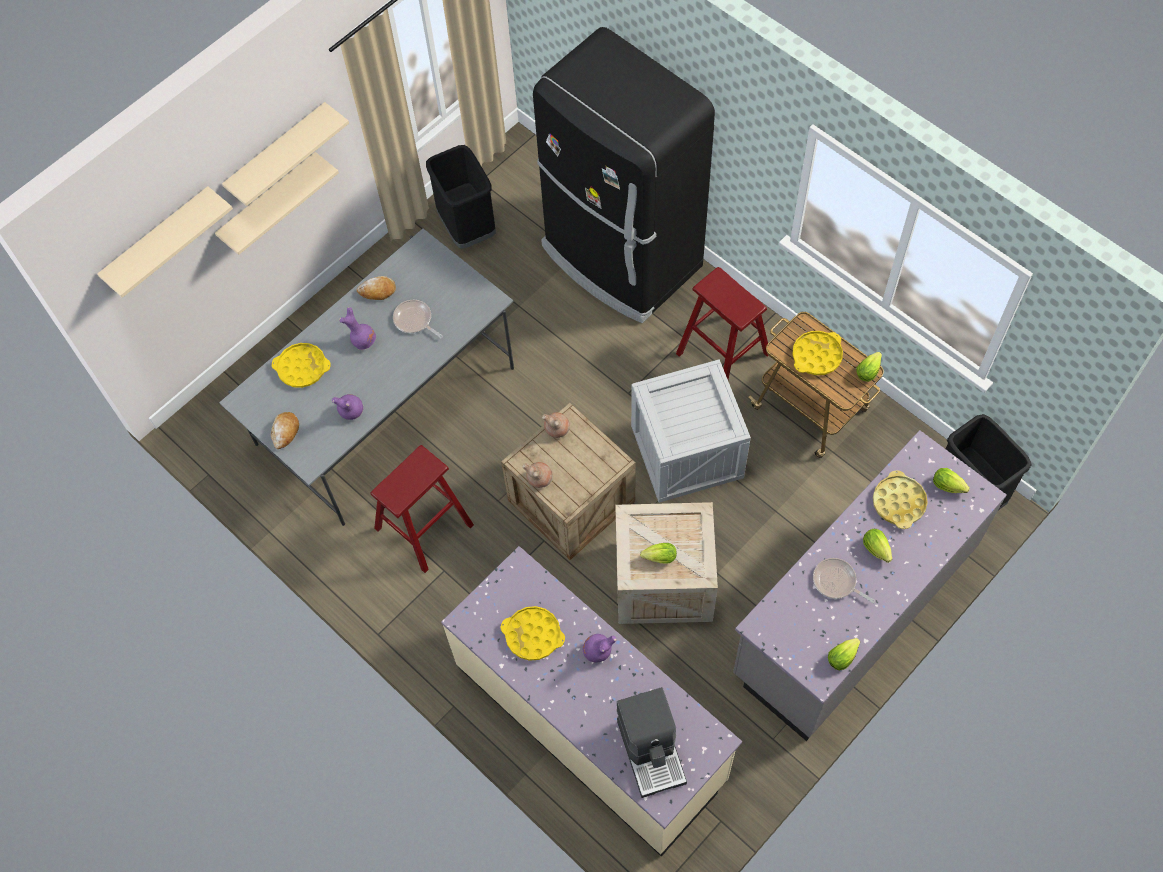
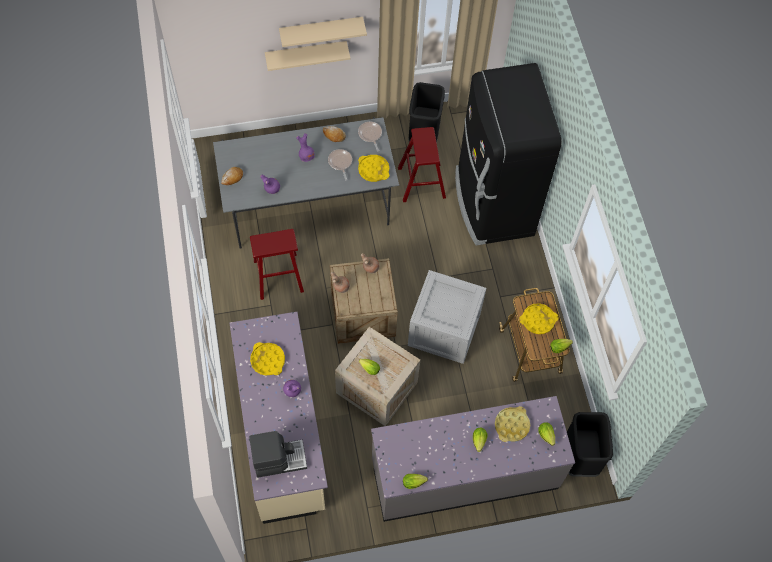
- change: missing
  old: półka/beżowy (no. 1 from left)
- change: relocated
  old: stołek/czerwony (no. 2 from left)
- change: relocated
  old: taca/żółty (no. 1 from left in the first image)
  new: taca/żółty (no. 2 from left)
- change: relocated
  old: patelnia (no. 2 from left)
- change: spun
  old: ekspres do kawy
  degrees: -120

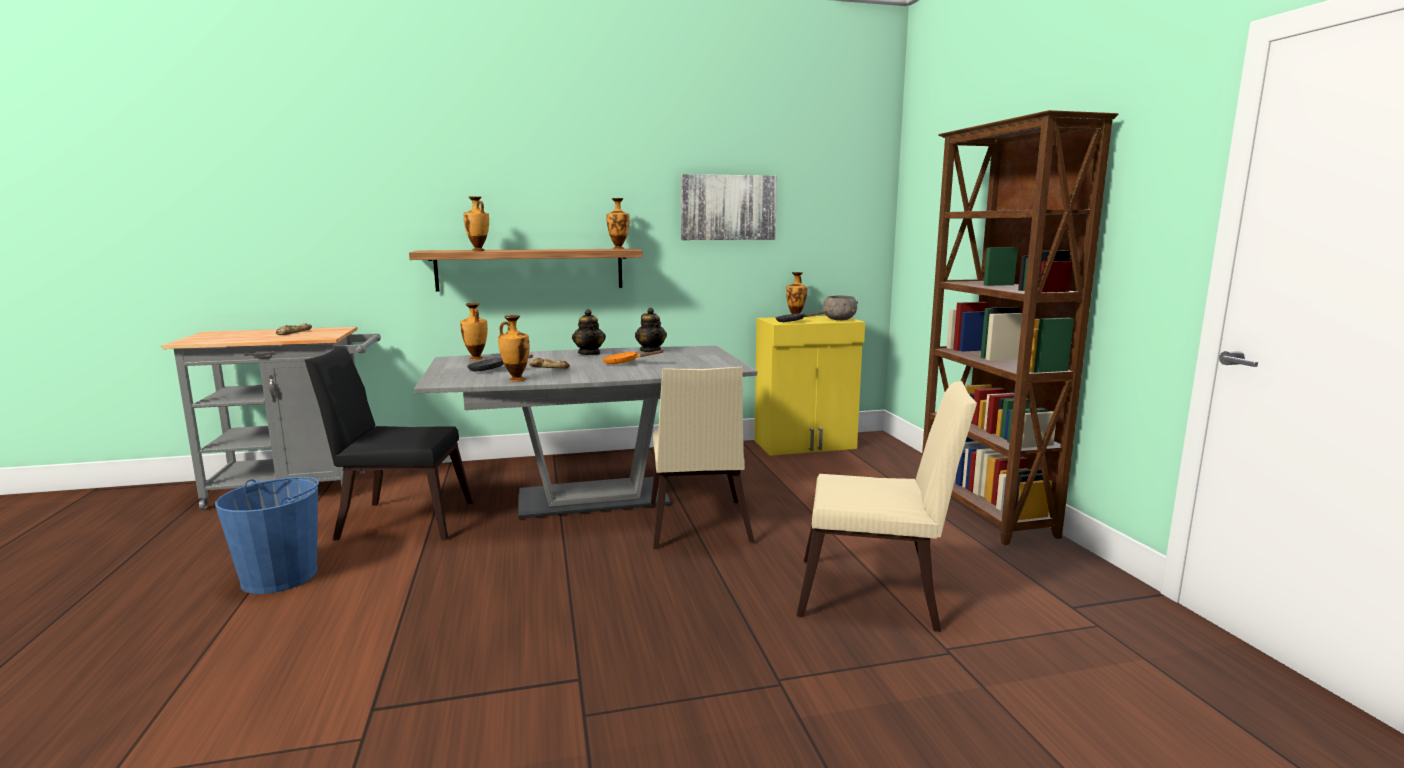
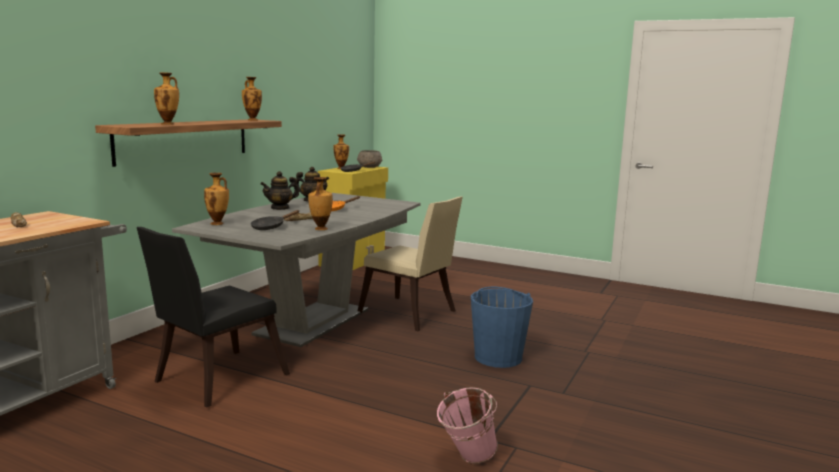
- change: missing
  old: regał/brązowy
- change: missing
  old: obraz
- change: spun
  old: imbryk (no. 1 from left)
  degrees: 120
- change: missing
  old: krzesło/beżowy (no. 2 from left)
- change: relocated
  old: wiadro/niebieski
- change: appeared
  new: wiadro/różowy

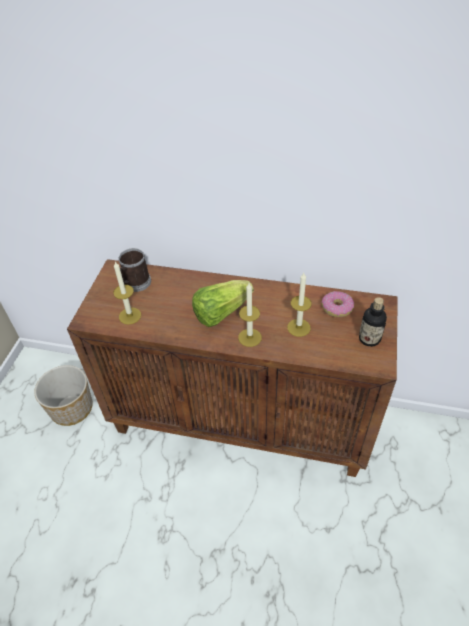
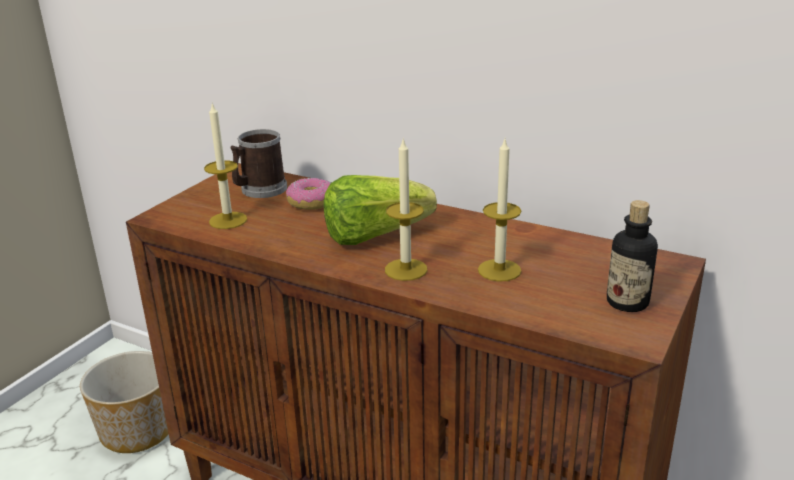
- change: relocated
  old: donut

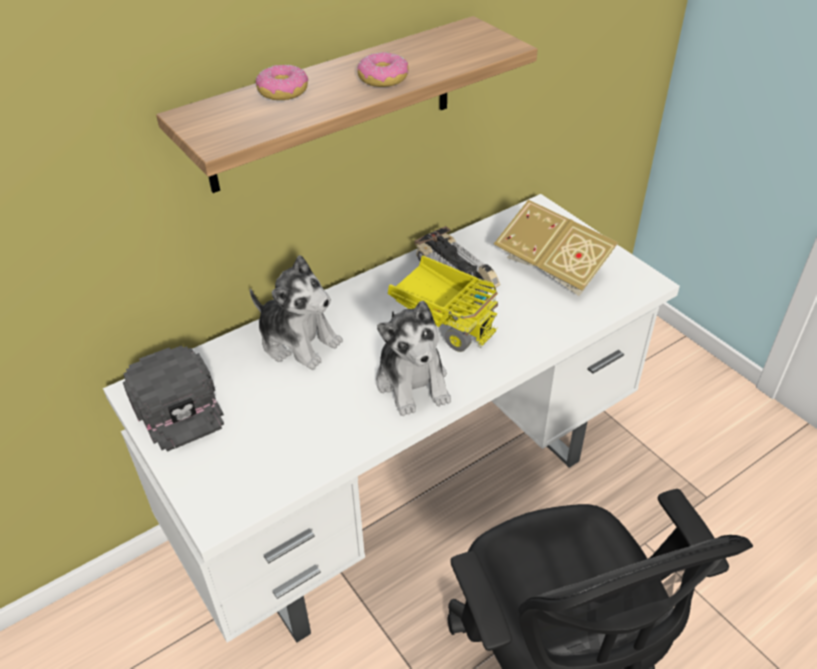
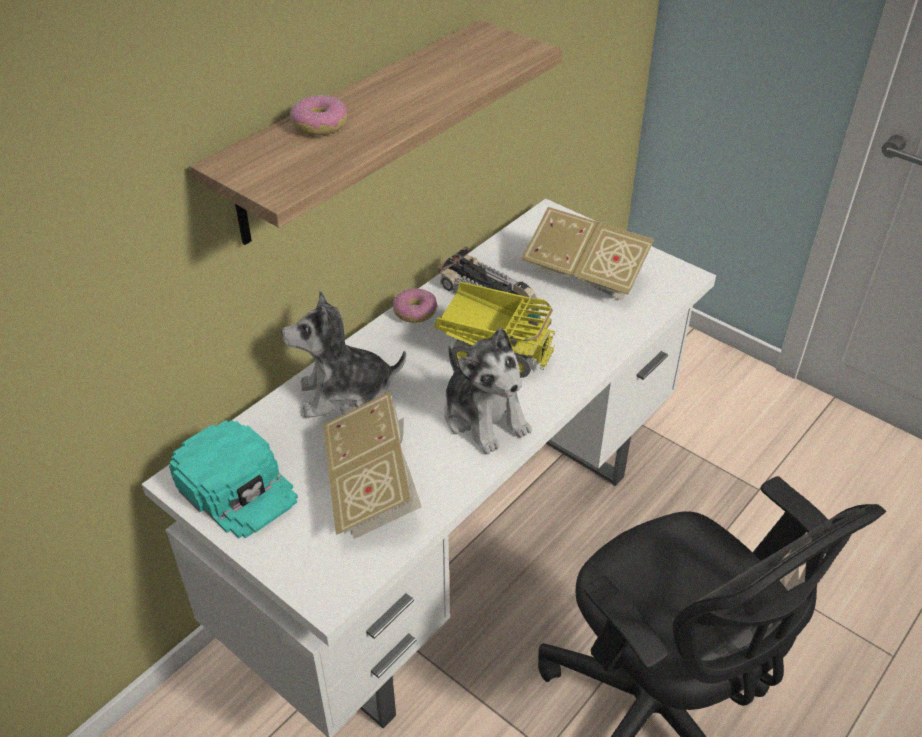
- change: relocated
  old: donut (no. 2 from left)
- change: spun
  old: pluszak (no. 1 from left)
  degrees: 150
- change: colour
  old: czapka z daszkiem/czarny
  new: czapka z daszkiem/turkusowy
- change: appeared
  new: książka (no. 1 from left)

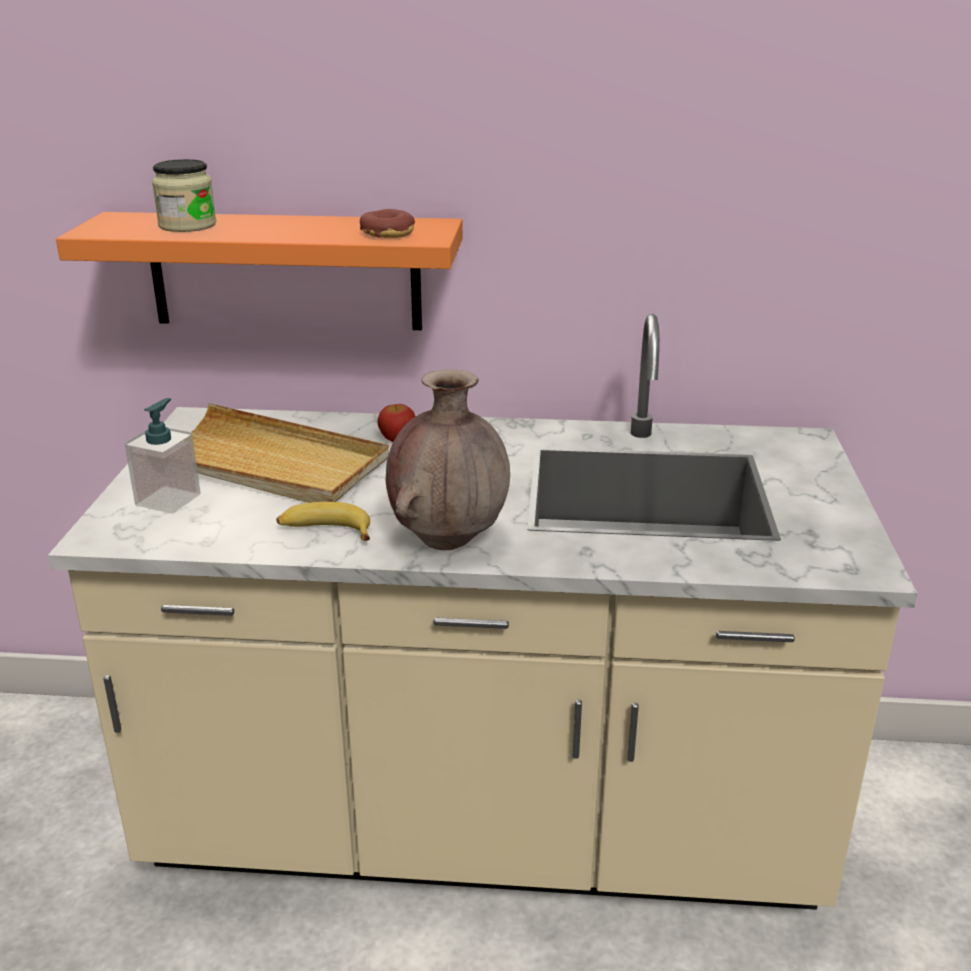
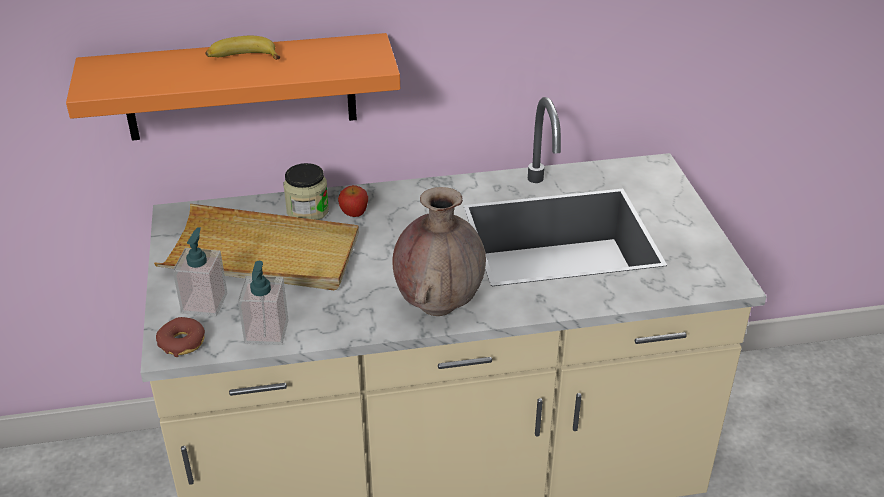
- change: relocated
  old: słoik
- change: relocated
  old: donut
- change: relocated
  old: banan
- change: appeared
  new: dozownik mydła (no. 2 from left)

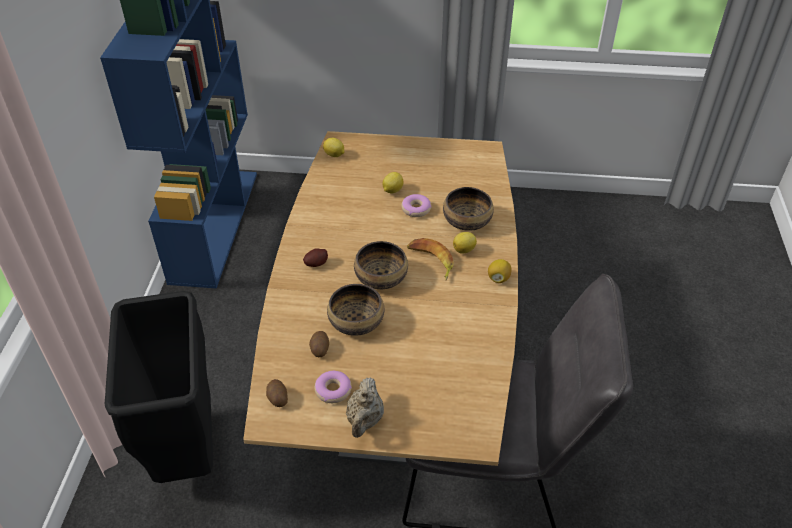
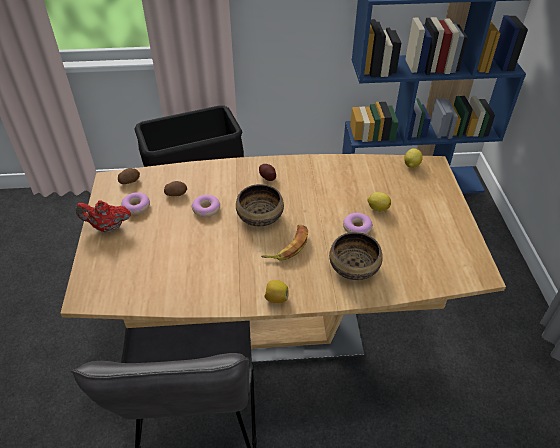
- change: missing
  old: cytryna (no. 3 from left)
- change: exchanged
  old: miska (no. 1 from left)
  new: donut (no. 2 from left)
- change: colour
  old: imbryk/beżowy
  new: imbryk/czerwony

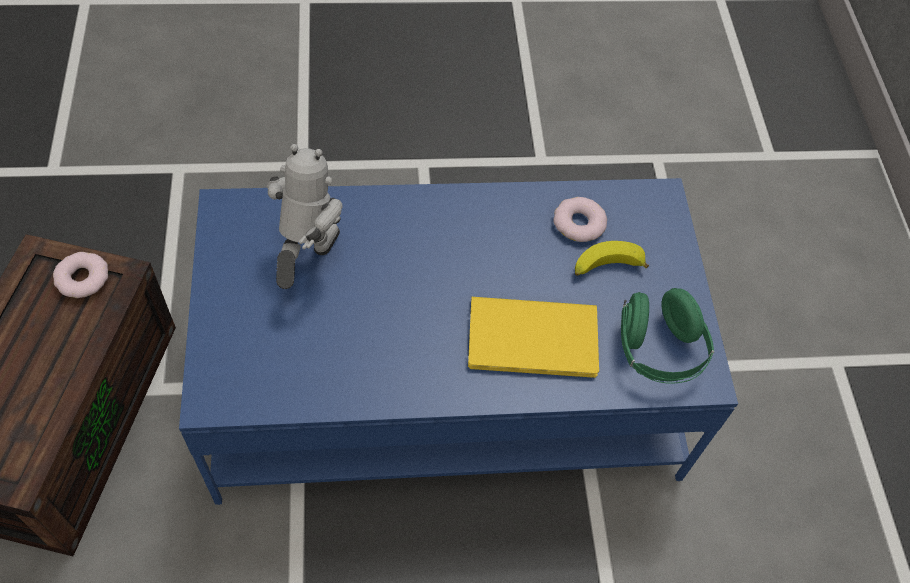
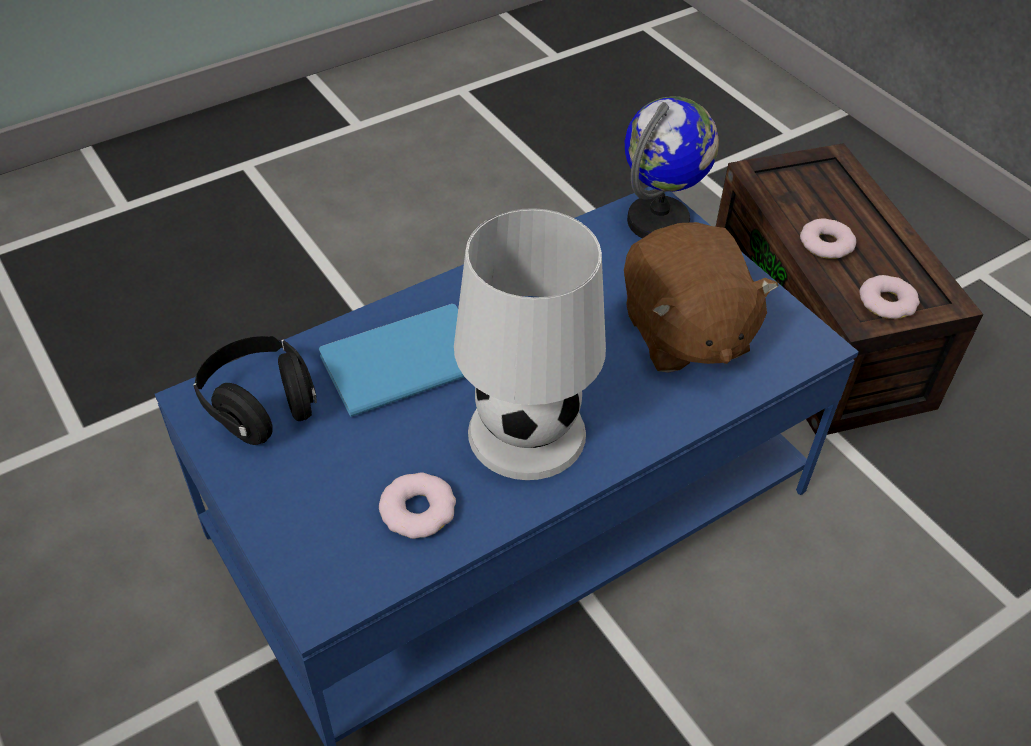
- change: exchanged
  old: robot zabawkowy
  new: pluszak/brązowy
- change: missing
  old: banan
- change: colour
  old: słuchawki/zielony
  new: słuchawki/czarny
- change: colour
  old: książka/żółty
  new: książka/niebieski
- change: appeared
  new: globus
- change: appeared
  new: lampa stołowa/biały
- change: appeared
  new: donut (no. 2 from left)

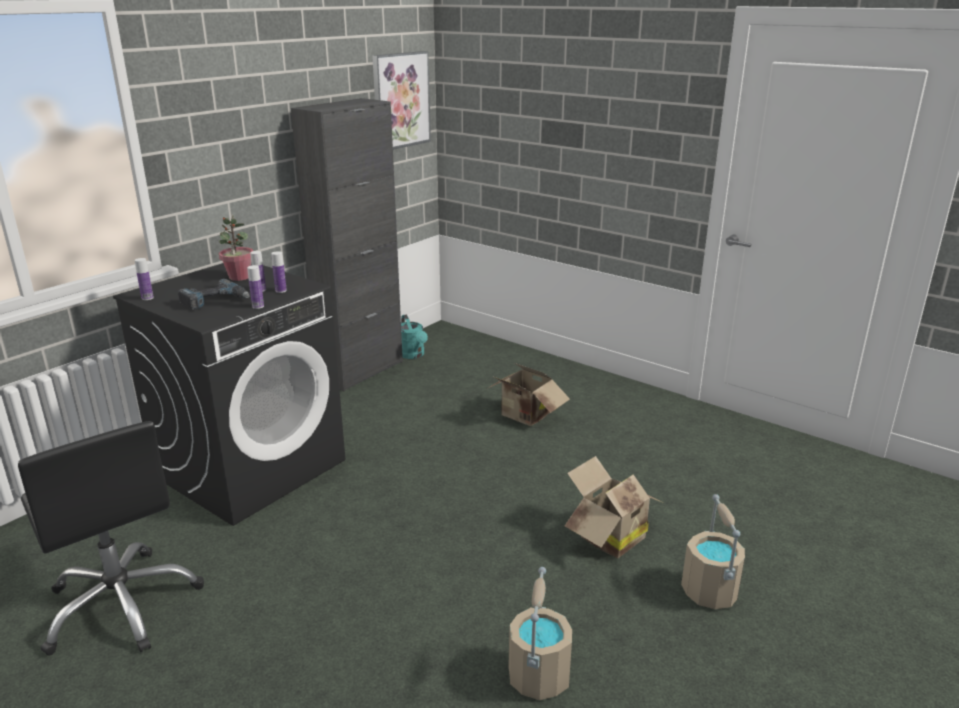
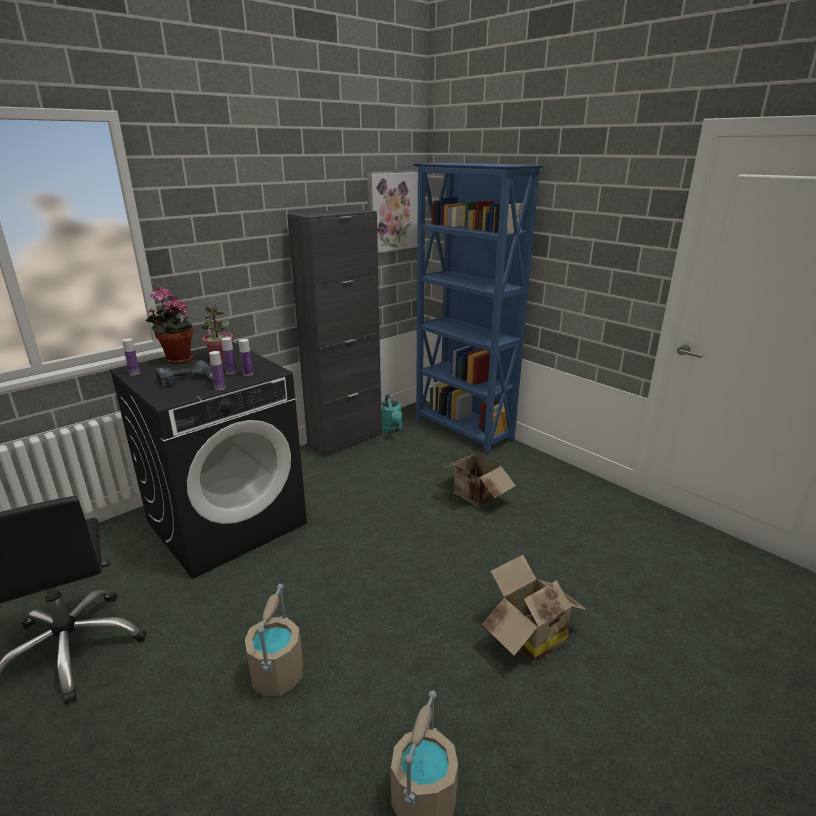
- change: relocated
  old: wiadro/beżowy (no. 2 from left in the first image)
  new: wiadro/beżowy (no. 1 from left)
- change: appeared
  new: regał/niebieski
- change: appeared
  new: roślina doniczkowa (no. 1 from left)

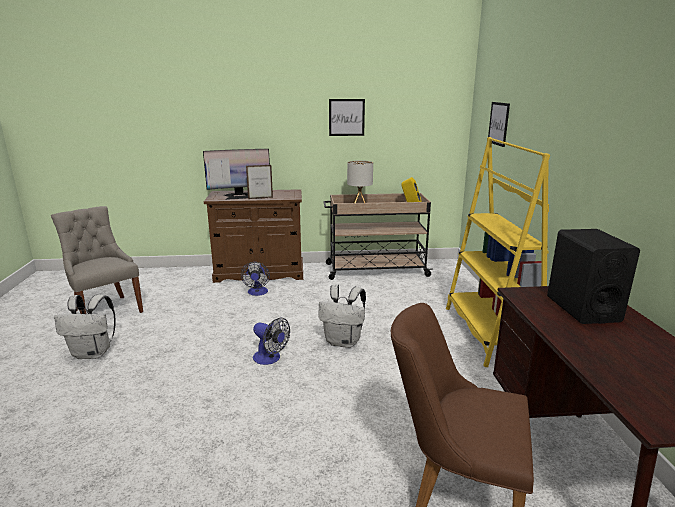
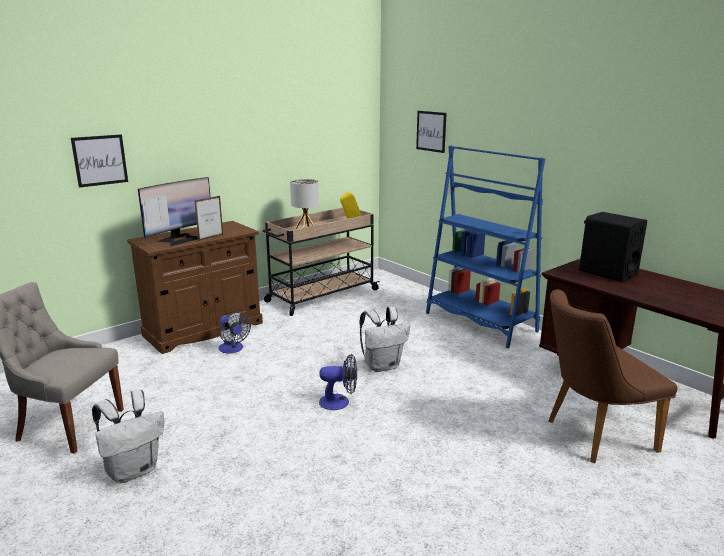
- change: relocated
  old: obraz (no. 1 from left)
- change: colour
  old: regał/żółty
  new: regał/niebieski

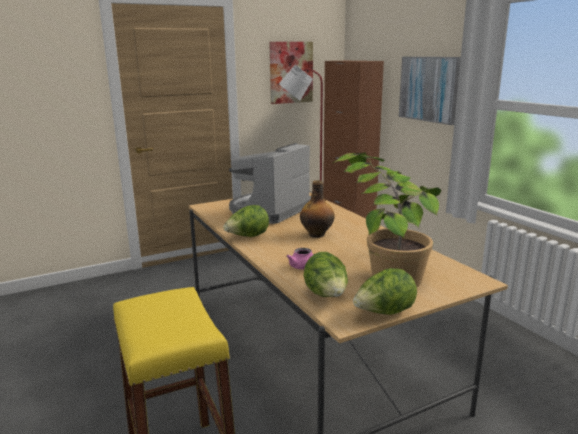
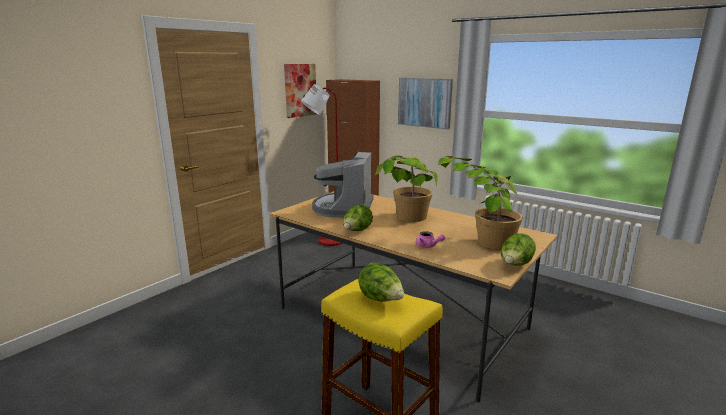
- change: exchanged
  old: butelka
  new: roślina doniczkowa (no. 1 from left)
- change: relocated
  old: sałata (no. 2 from left)

